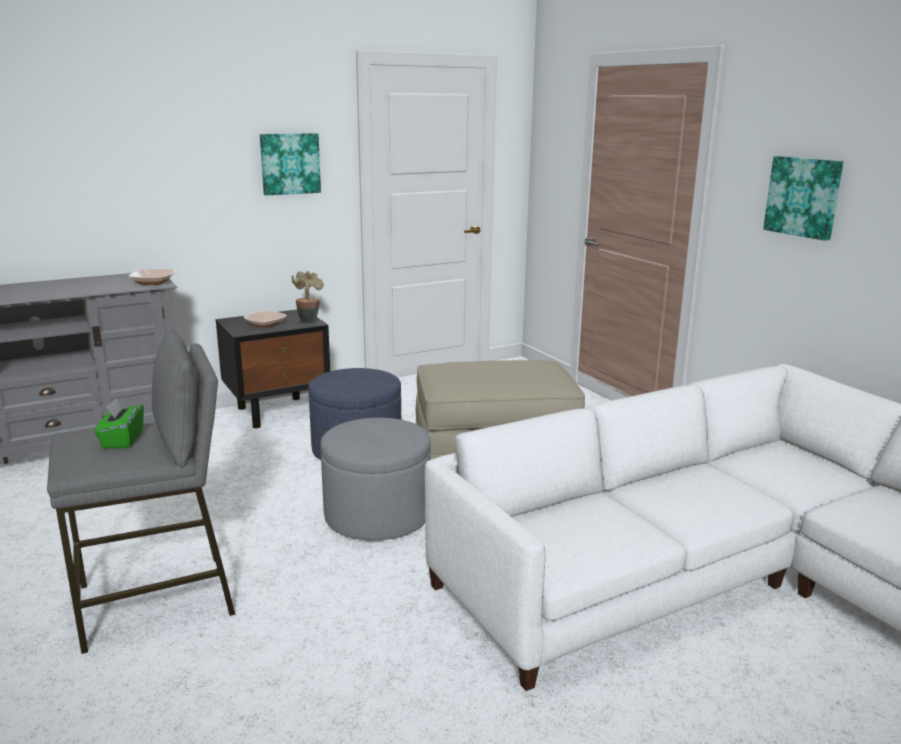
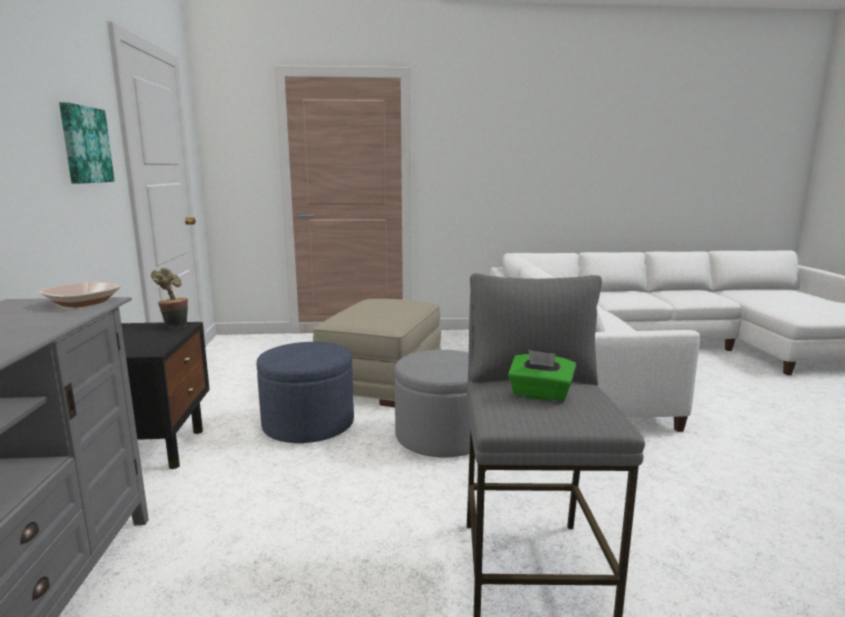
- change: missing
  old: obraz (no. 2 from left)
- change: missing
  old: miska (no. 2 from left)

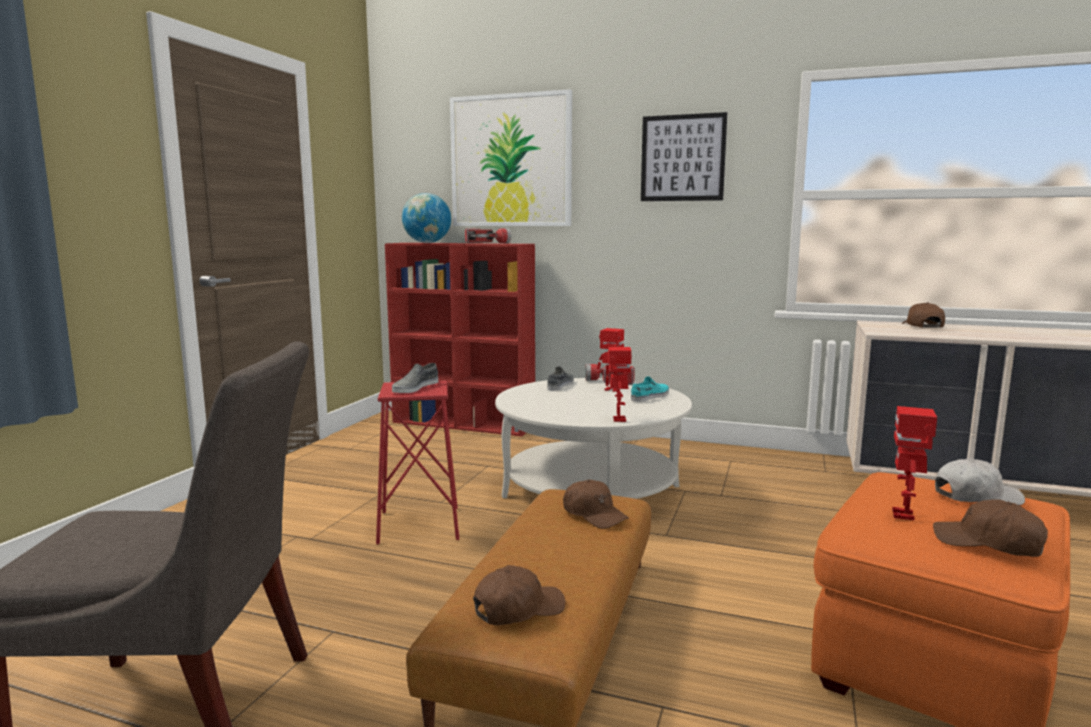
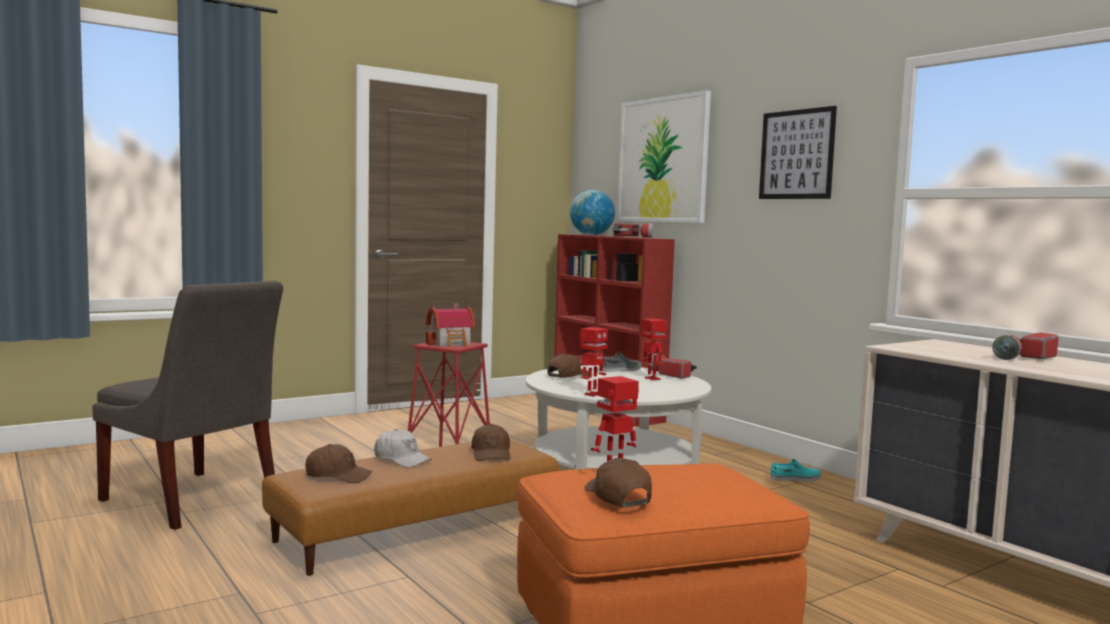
- change: relocated
  old: czapka z daszkiem/brązowy (no. 3 from left)
- change: exchanged
  old: but/szary (no. 1 from left)
  new: domek
- change: relocated
  old: but/turkusowy
- change: relocated
  old: czapka z daszkiem/biały
- change: appeared
  new: latarka (no. 3 from left)

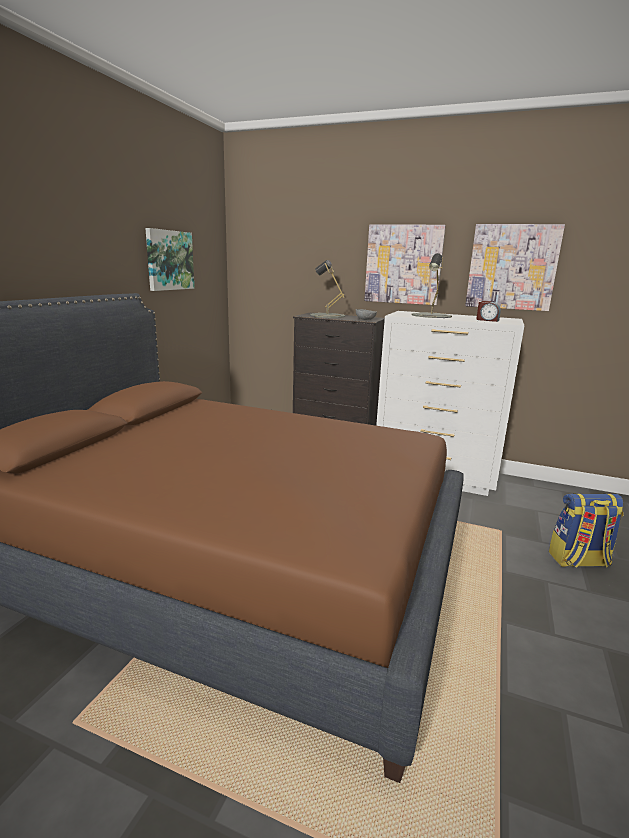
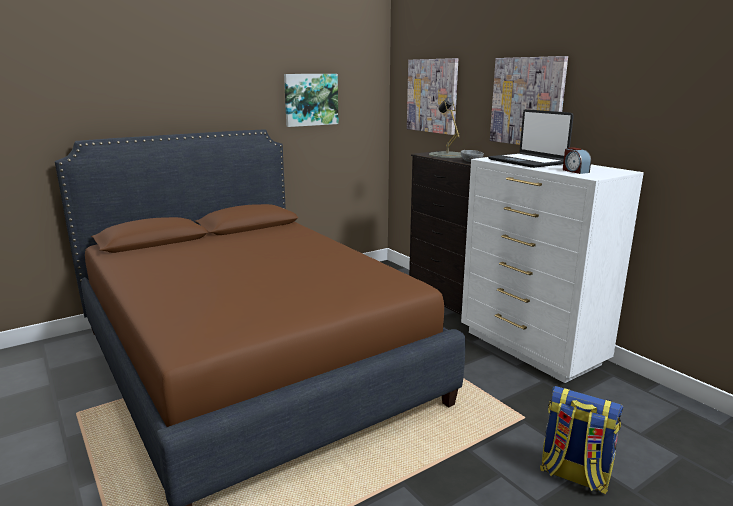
- change: relocated
  old: obraz (no. 3 from left in the first image)
  new: obraz (no. 2 from left)
- change: exchanged
  old: lampa stołowa/szary (no. 2 from left)
  new: laptop

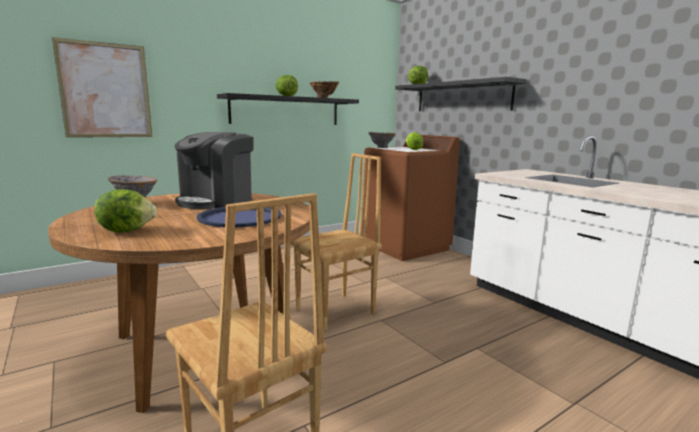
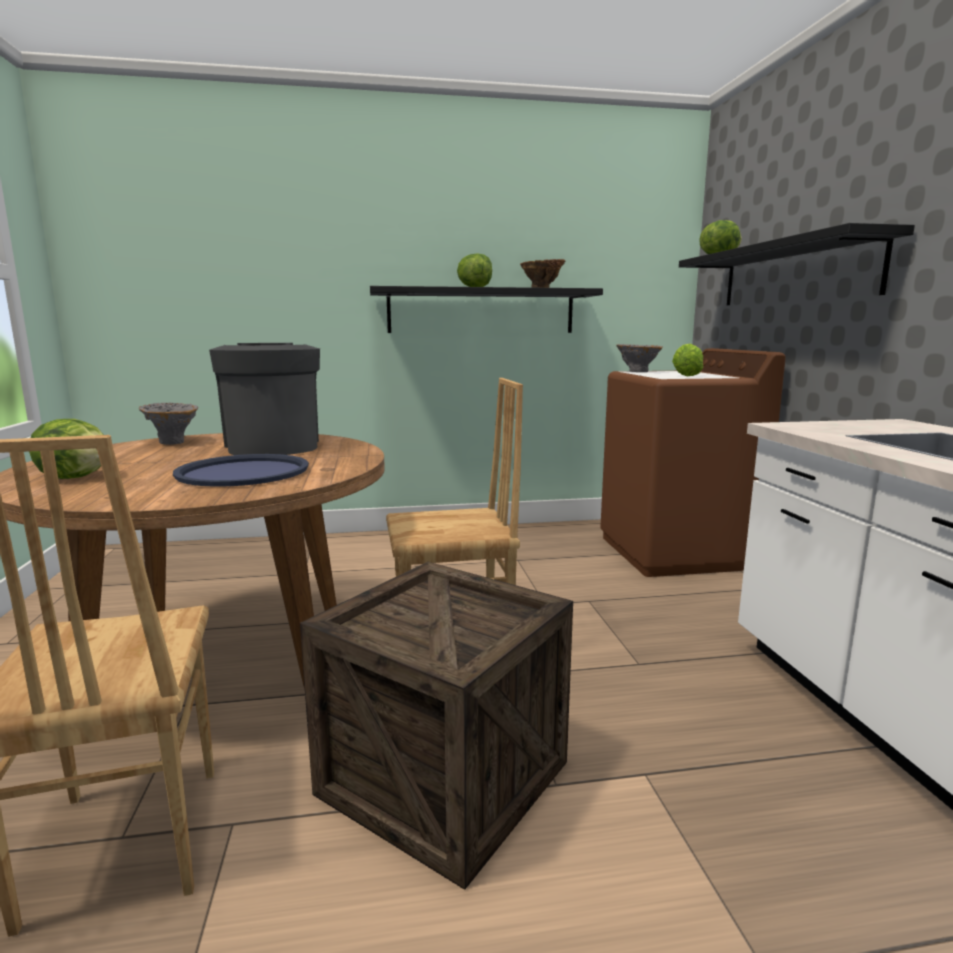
- change: missing
  old: obraz
- change: spun
  old: ekspres do kawy
  degrees: 105
- change: appeared
  new: skrzynka

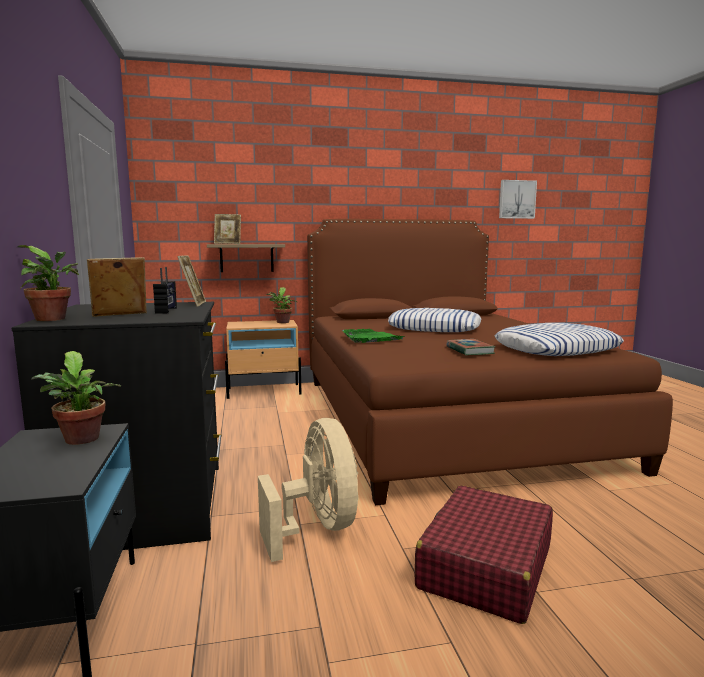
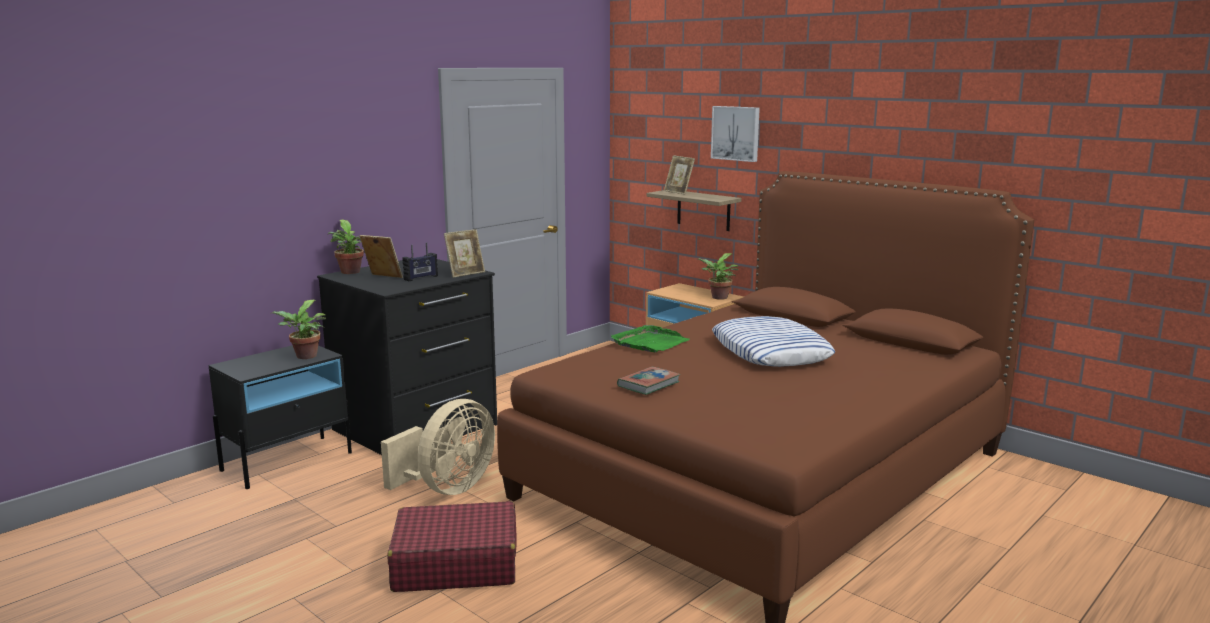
- change: relocated
  old: obraz
- change: missing
  old: poduszka (no. 2 from left)

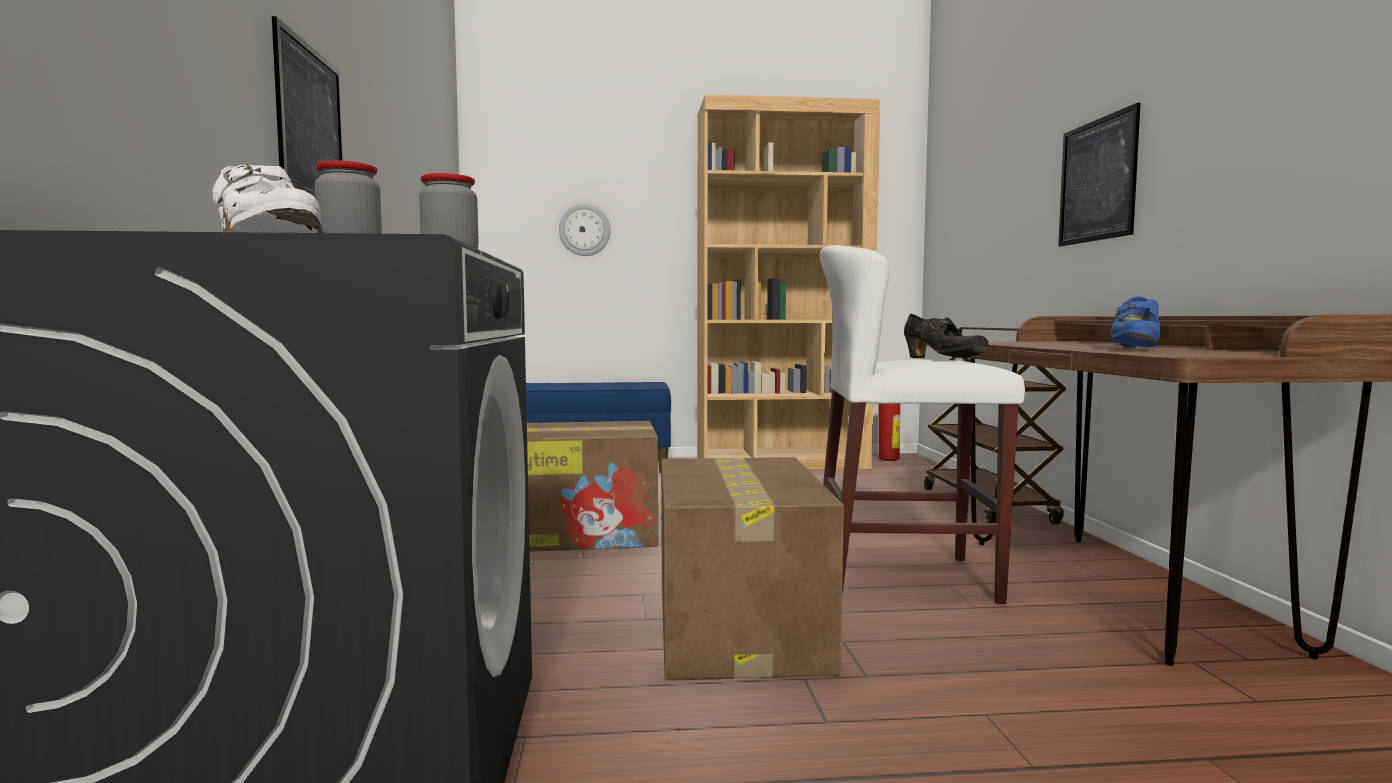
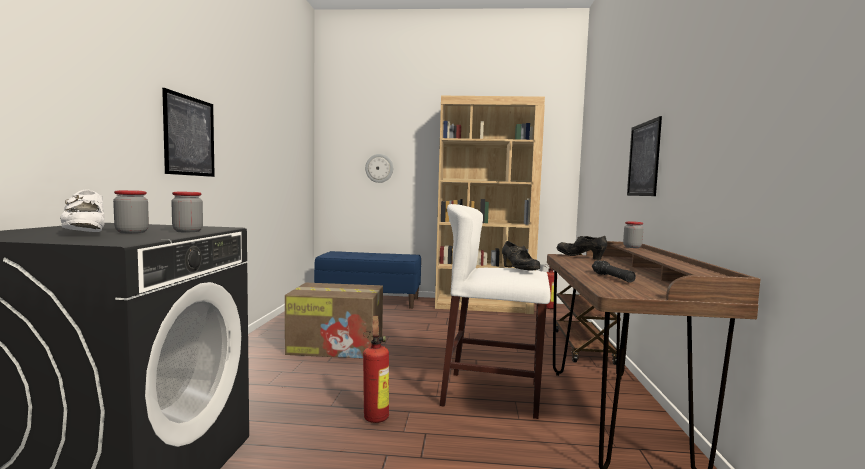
- change: exchanged
  old: but/niebieski
  new: latarka/czarny
- change: exchanged
  old: karton (no. 2 from left)
  new: gaśnica (no. 1 from left)
- change: appeared
  new: słoik (no. 3 from left)
- change: appeared
  new: but/czarny (no. 2 from left)

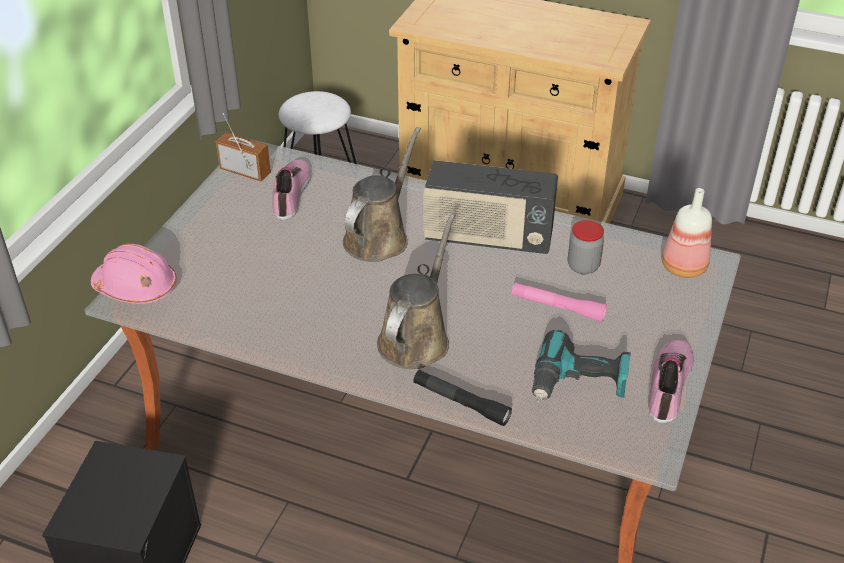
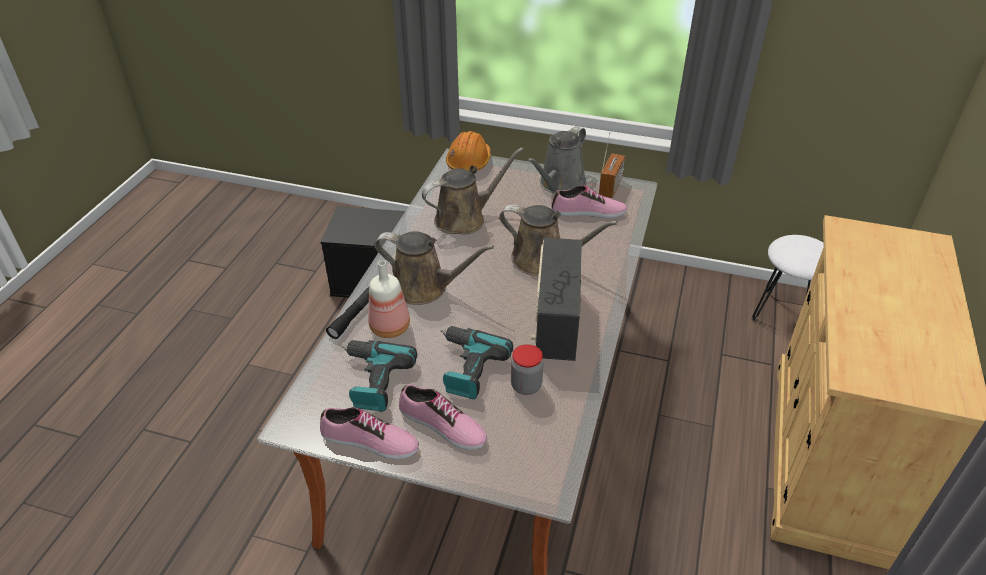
- change: relocated
  old: butelka
- change: colour
  old: kask/różowy
  new: kask/pomarańczowy
- change: exchanged
  old: latarka/różowy
  new: wiertarka (no. 2 from left)
- change: appeared
  new: konewka/szary
- change: appeared
  new: konewka/brązowy (no. 2 from left)
- change: appeared
  new: but (no. 2 from left)

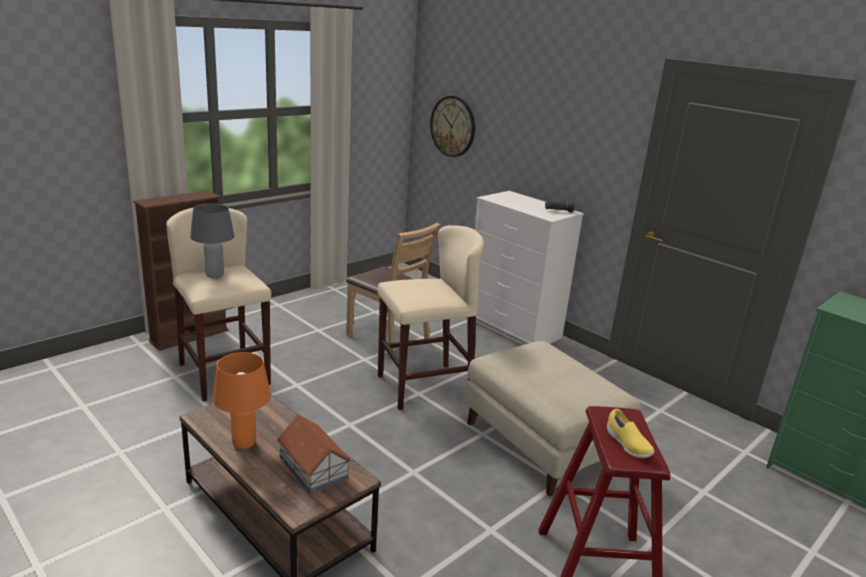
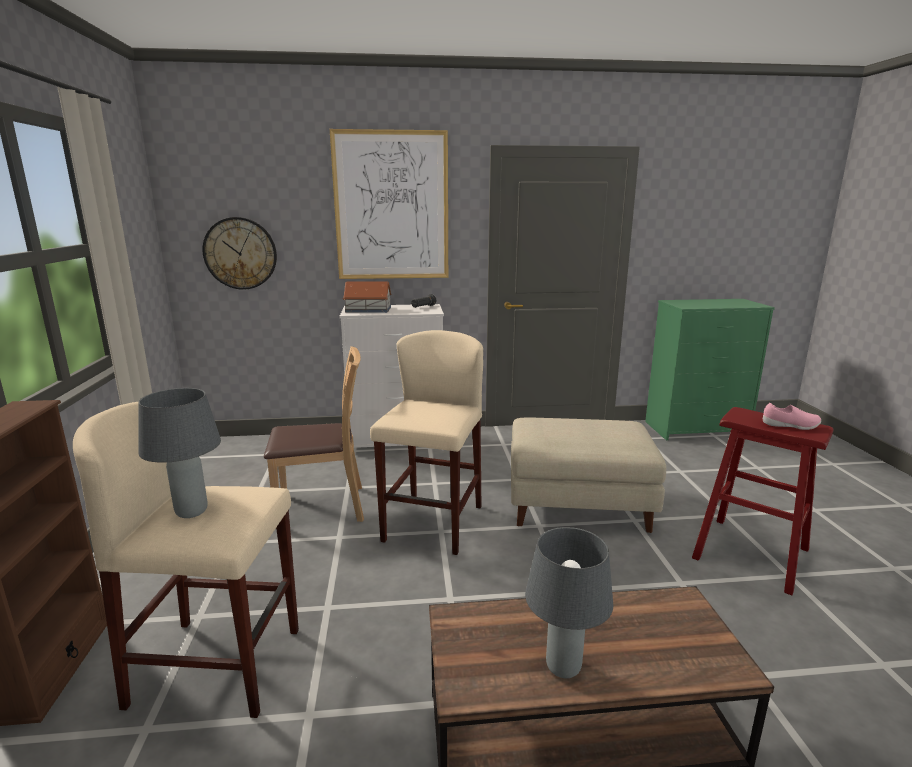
- change: colour
  old: lampa stołowa/pomarańczowy
  new: lampa stołowa/szary (no. 2 from left)
- change: colour
  old: but/żółty
  new: but/różowy
- change: relocated
  old: domek
- change: appeared
  new: obraz

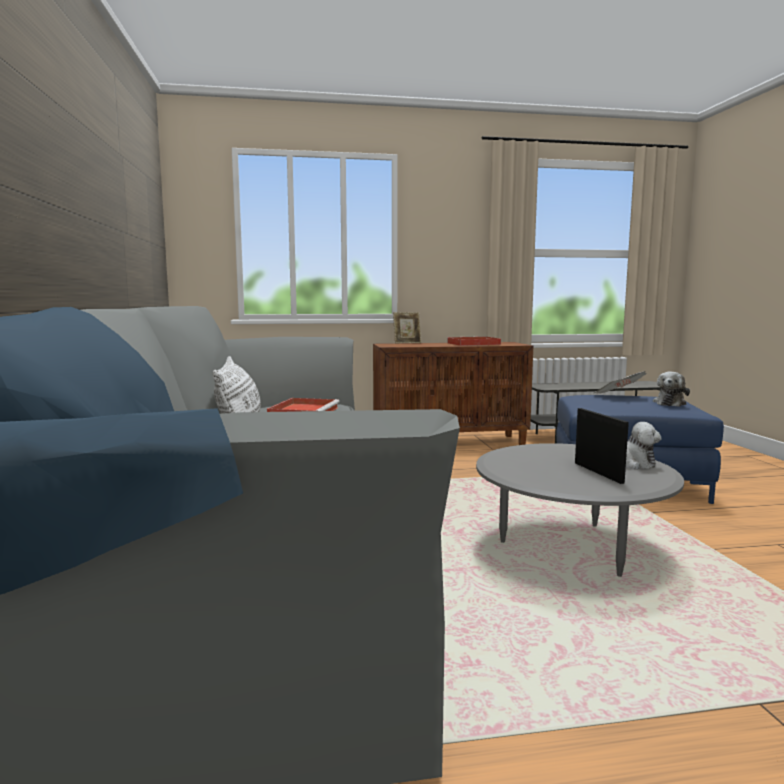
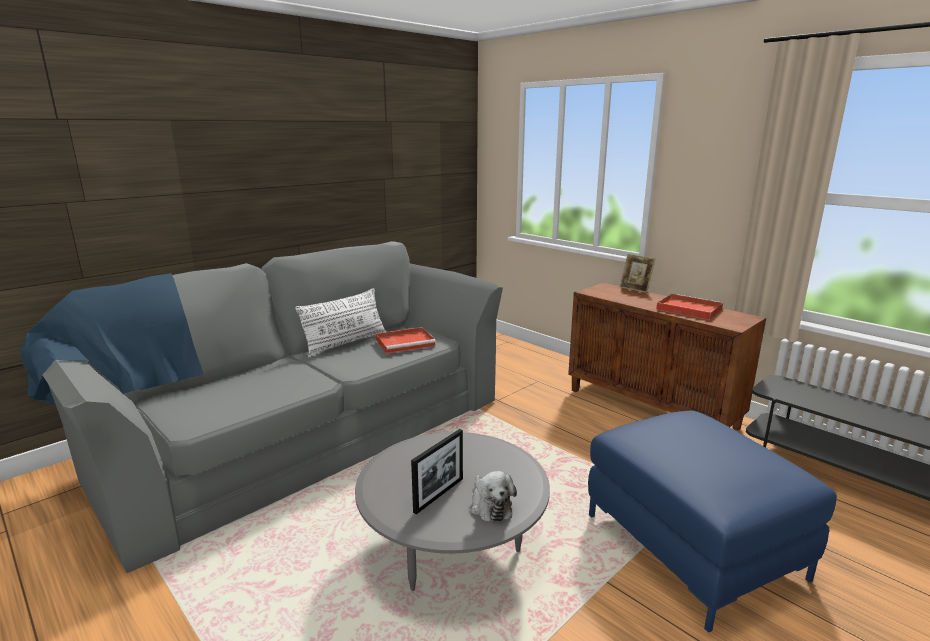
- change: missing
  old: gazeta
- change: missing
  old: pluszak (no. 2 from left)

